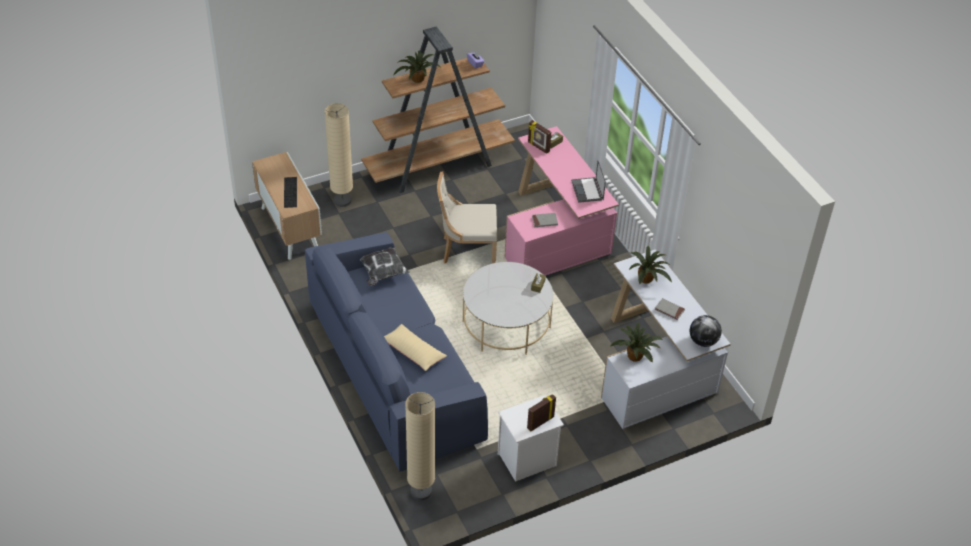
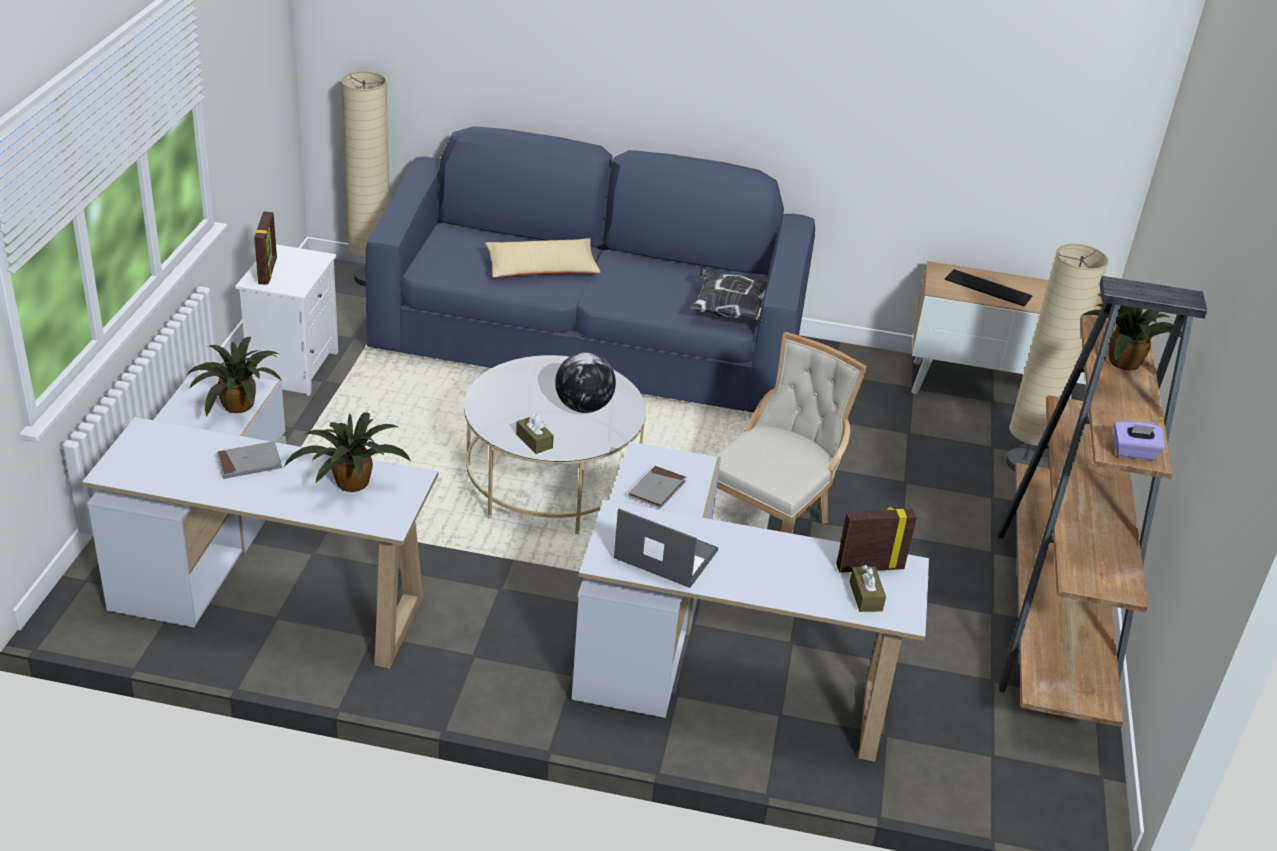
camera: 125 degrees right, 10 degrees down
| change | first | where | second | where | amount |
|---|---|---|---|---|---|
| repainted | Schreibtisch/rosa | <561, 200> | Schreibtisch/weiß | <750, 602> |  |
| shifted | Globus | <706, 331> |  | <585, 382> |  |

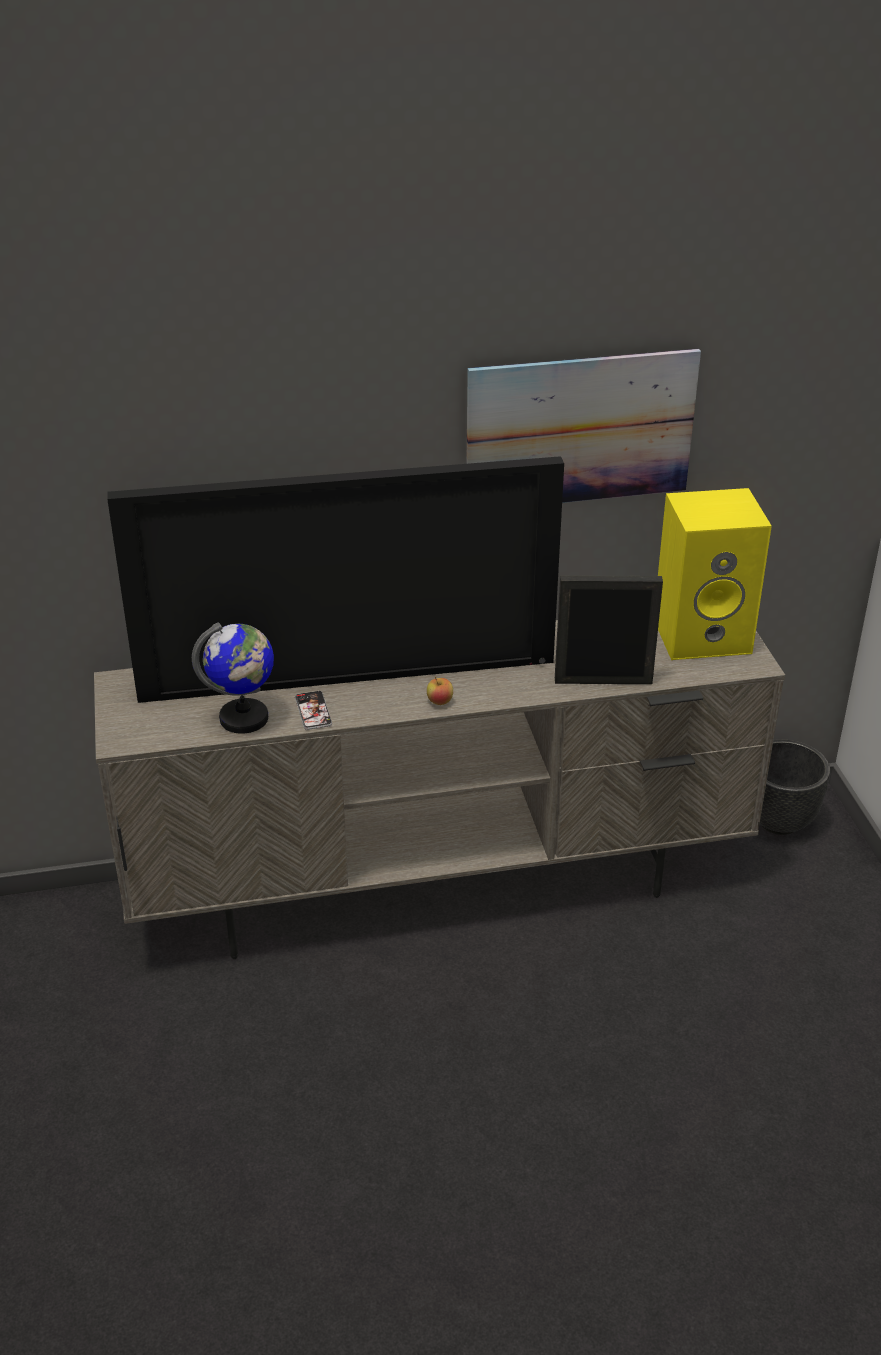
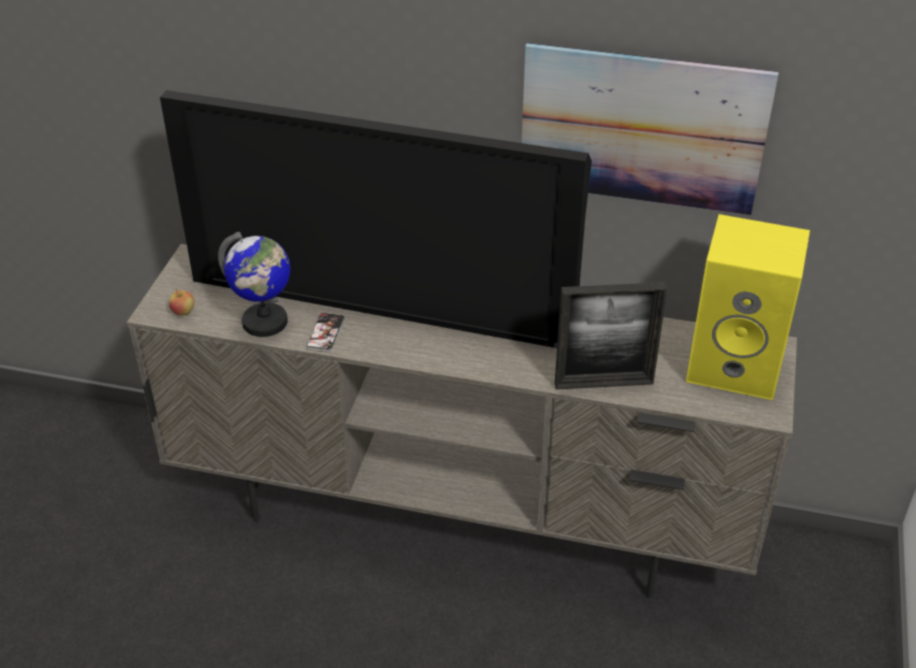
camera: 25 degrees right, 5 degrees up
| change | first | where | second | where | amount |
|---|---|---|---|---|---|
| rotated | Bilderrahmen | <609, 629> |  | <611, 336> | 150 degrees clockwise |
| shifted | Apfel | <440, 691> |  | <182, 302> |  |
| gone | Pflanzkübel/schwarz | <795, 787> |  |  |  |

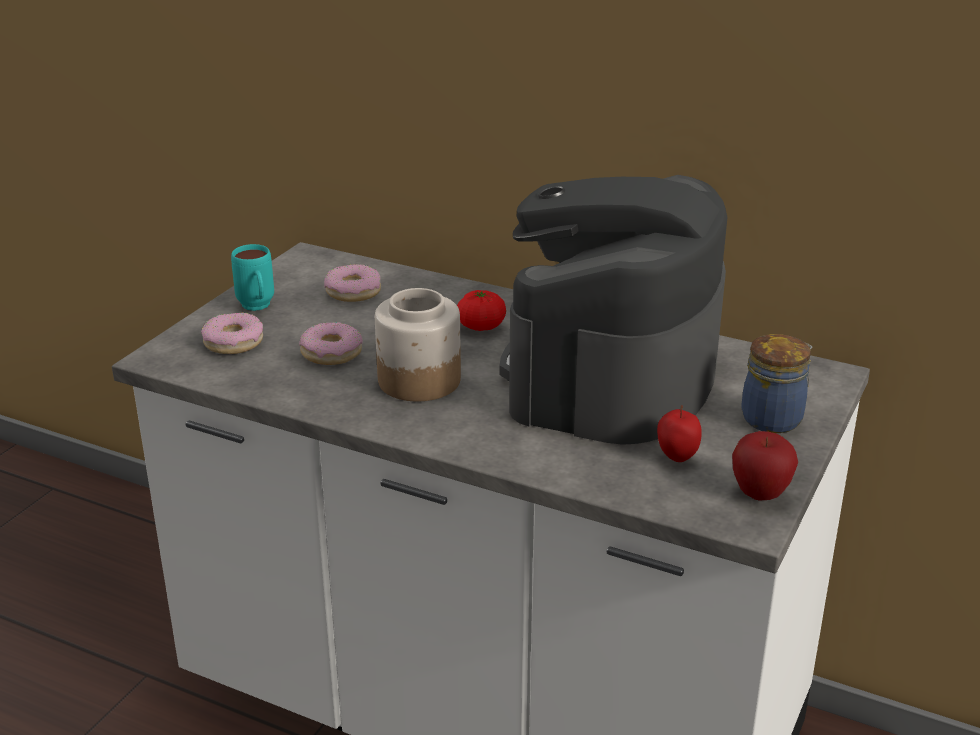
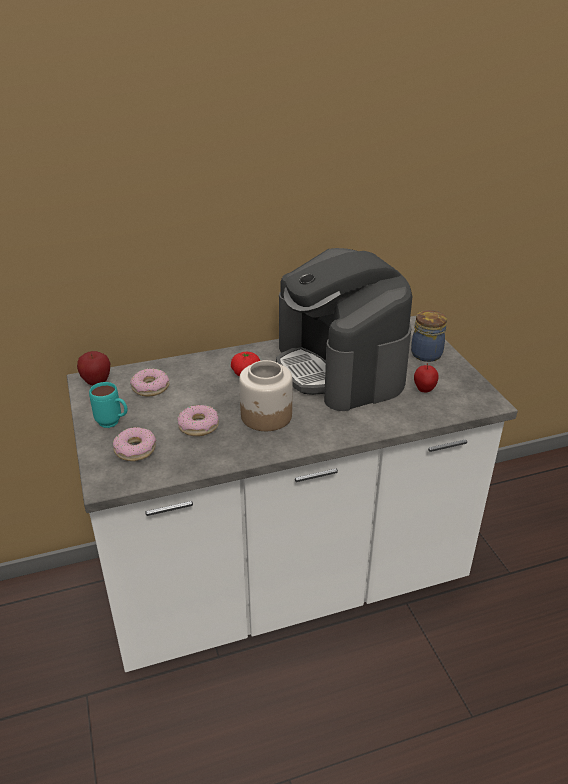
camera: 45 degrees left, 5 degrees up
| change | first | where | second | where | amount |
|---|---|---|---|---|---|
| shifted | Apfel | <765, 466> |  | <93, 368> |  |

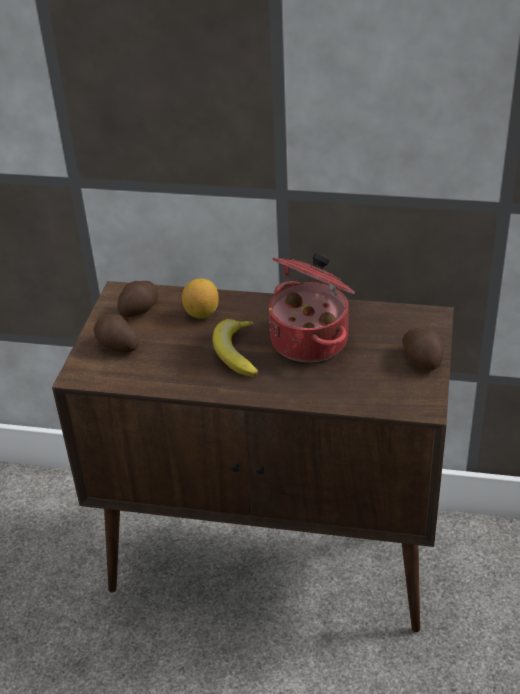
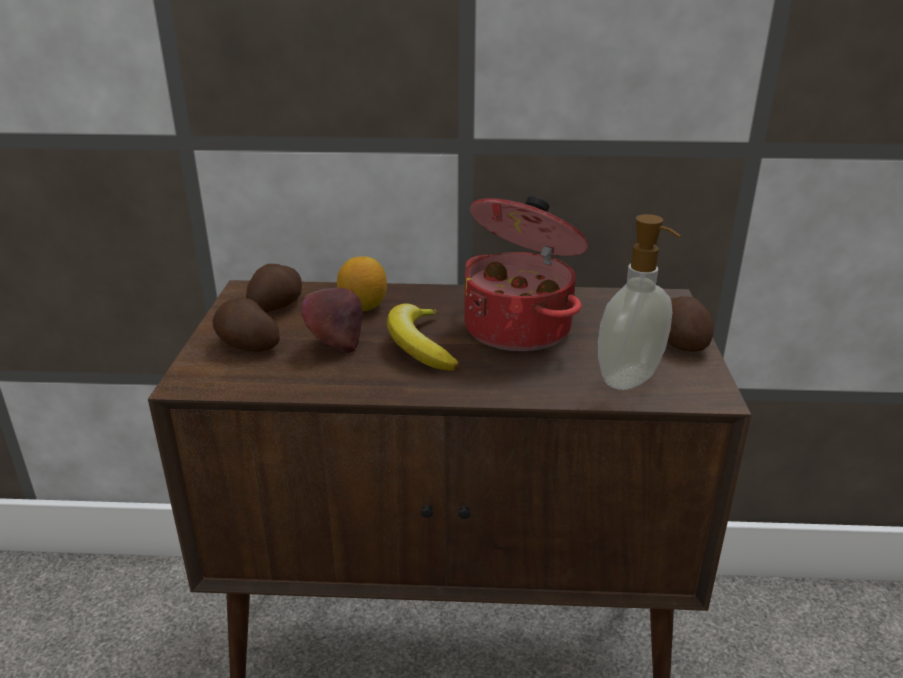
camera: 10 degrees left, 10 degrees down
| change | first | where | second | where | amount |
|---|---|---|---|---|---|
| new |  |  | Seifenspender | <639, 302> |  |
| new |  |  | Apfel | <332, 320> |  |

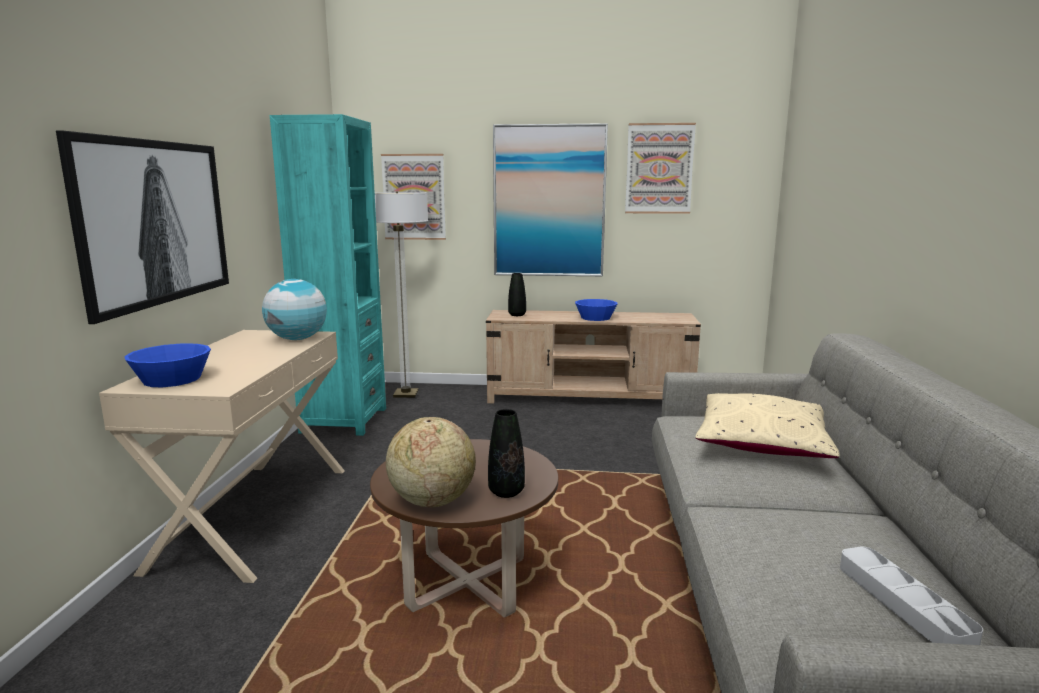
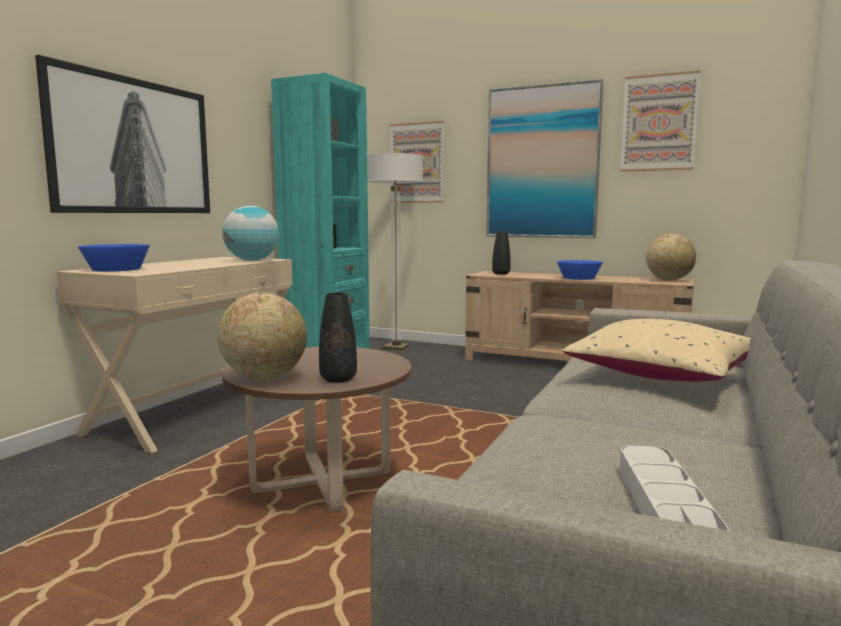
camera: 20 degrees right, 5 degrees down
| change | first | where | second | where | amount |
|---|---|---|---|---|---|
| new |  |  | Globus | <671, 257> |  |

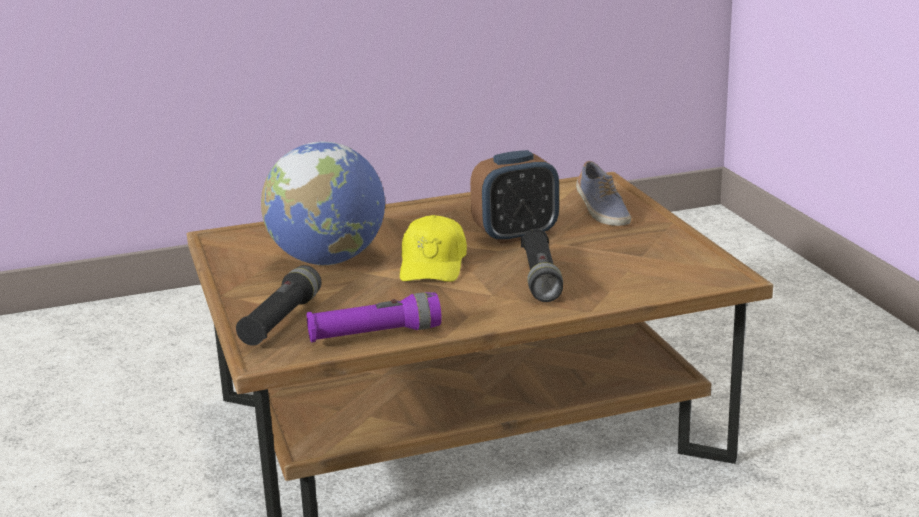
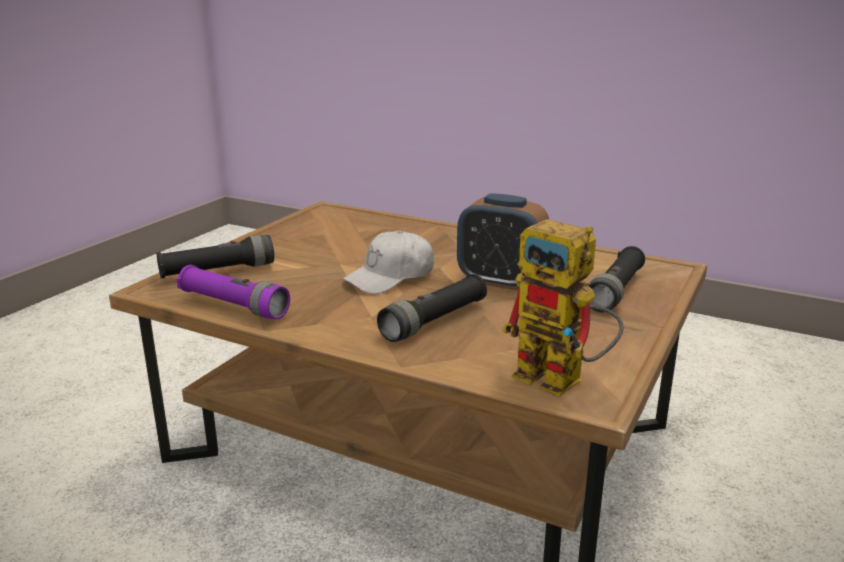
camera: 45 degrees right, 0 degrees up
| change | first | where | second | where | amount |
|---|---|---|---|---|---|
| gone | Globus | <323, 203> |  |  |  |
| swapped | Schuh | <603, 193> | Taschenlampe/schwarz | <616, 279> |  |
| repainted | Kappe/gelb | <433, 248> | Kappe/weiß | <388, 262> |  |
| new |  |  | Spielzeugroboter | <563, 308> |  |

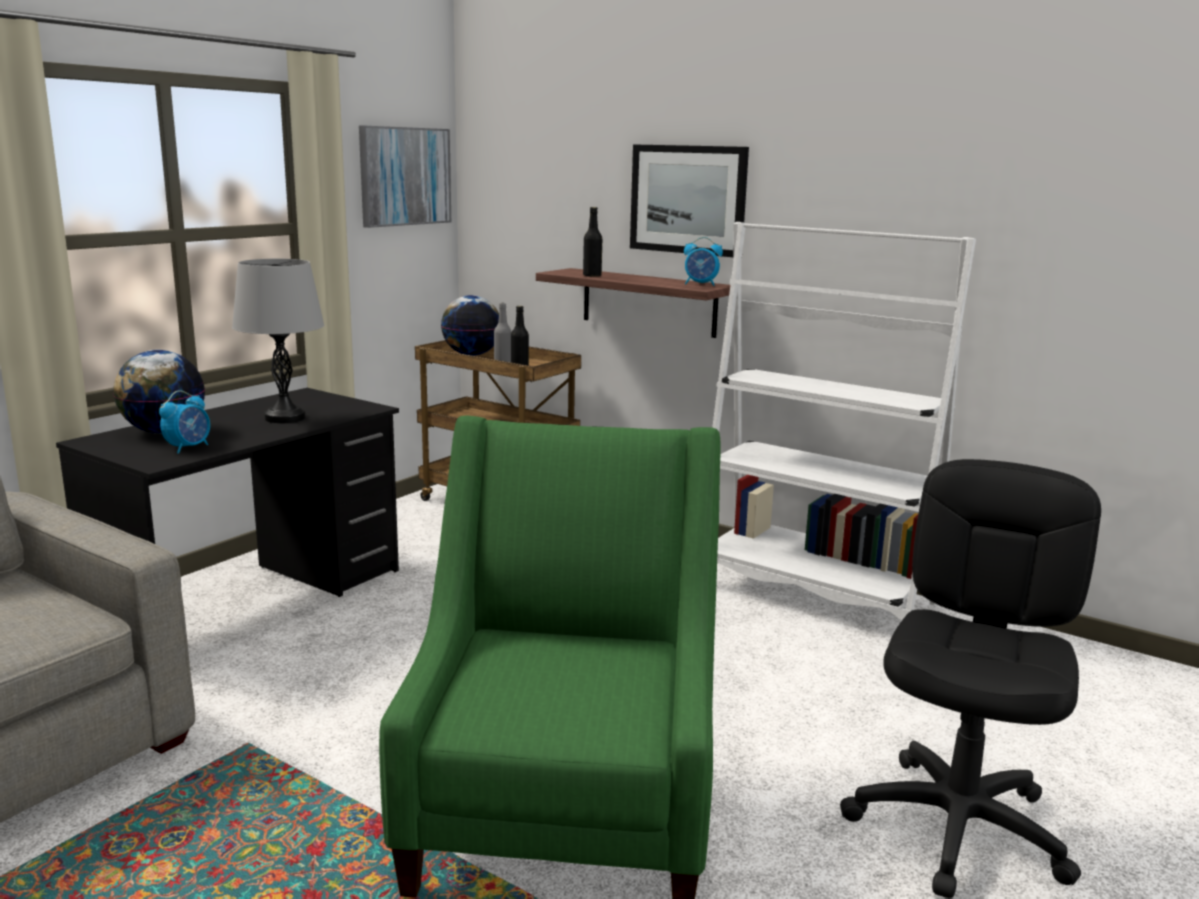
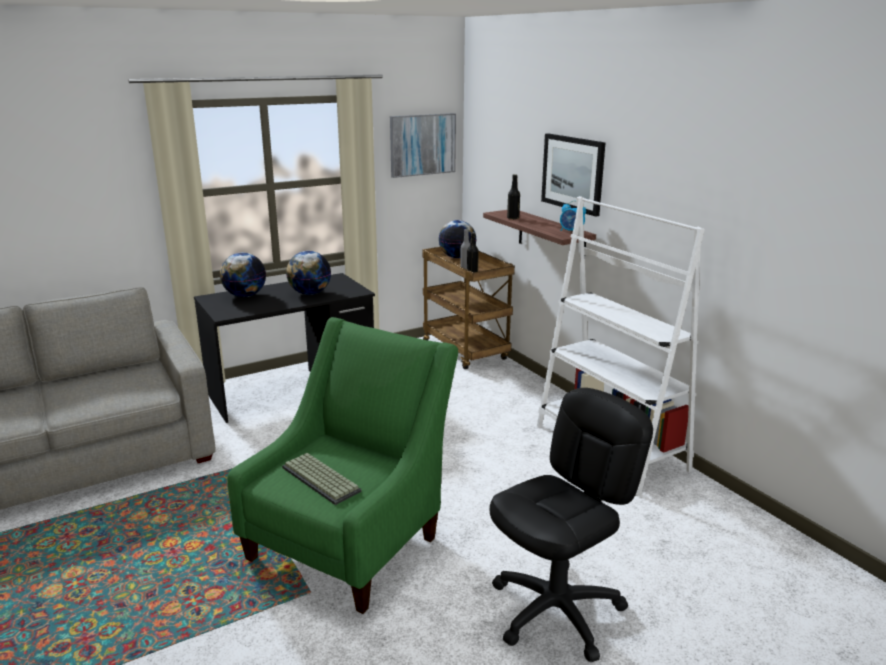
camera: 25 degrees right, 5 degrees up
| change | first | where | second | where | amount |
|---|---|---|---|---|---|
| swapped | Tischlampe/grau | <278, 341> | Globus | <308, 273> |  |
| gone | Wecker | <184, 422> |  |  |  |
| new |  |  | Tastatur | <322, 479> |  |

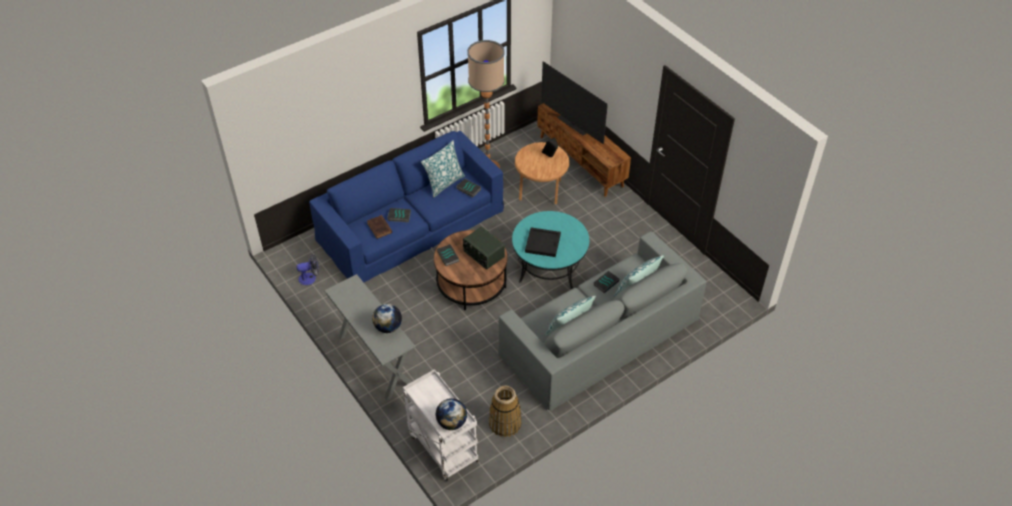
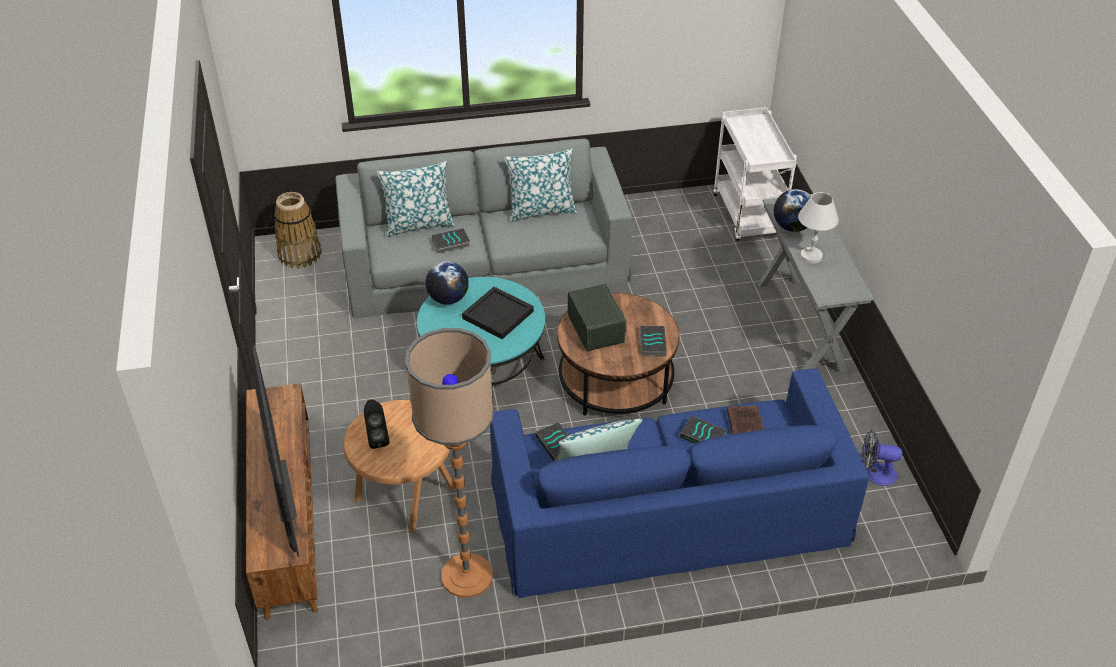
camera: 155 degrees left, 5 degrees down
| change | first | where | second | where | amount |
|---|---|---|---|---|---|
| shifted | Korb | <505, 411> |  | <297, 230> |  |
| shifted | Globus | <451, 414> |  | <447, 282> |  |
| new |  |  | Tischlampe/weiß | <818, 228> |  |

